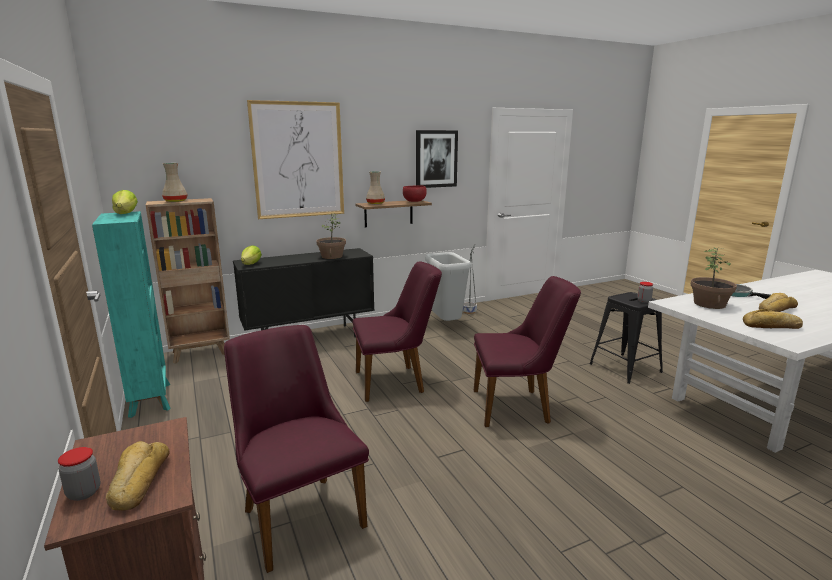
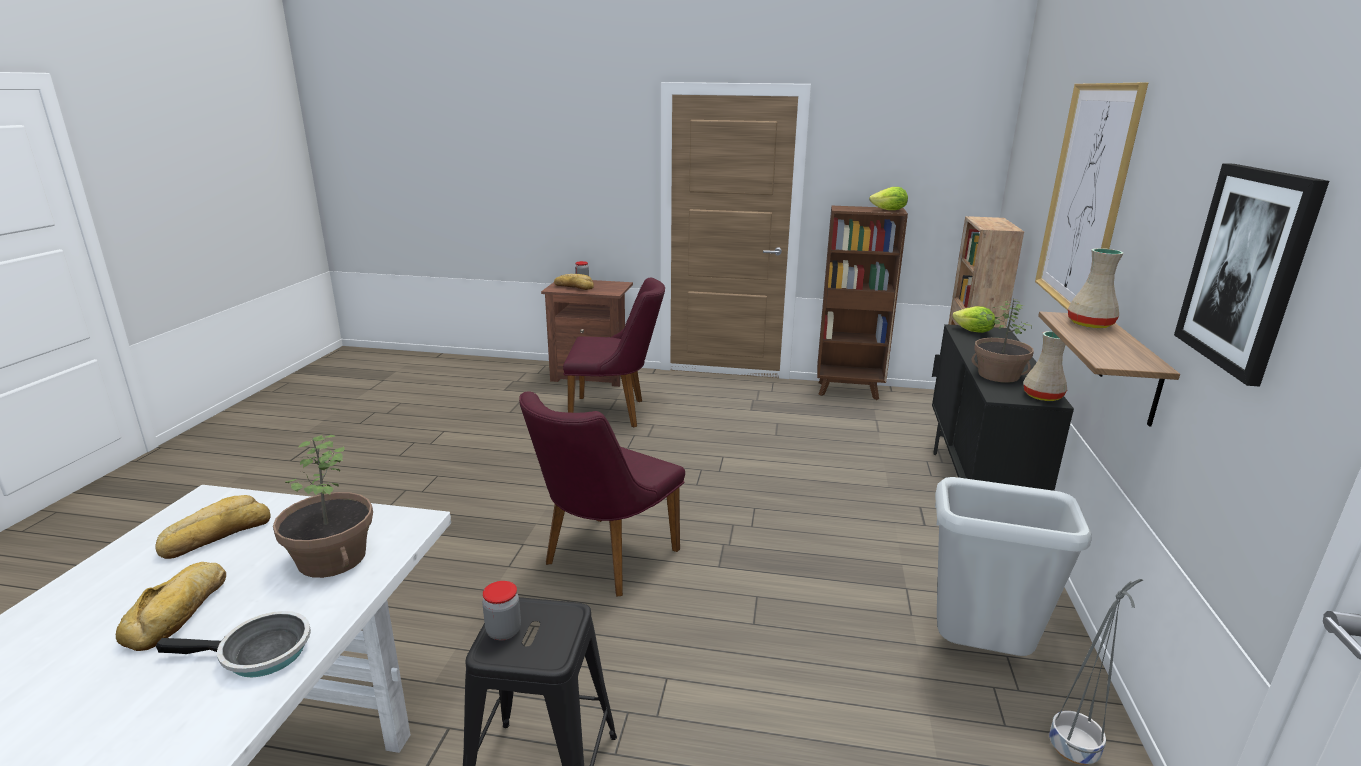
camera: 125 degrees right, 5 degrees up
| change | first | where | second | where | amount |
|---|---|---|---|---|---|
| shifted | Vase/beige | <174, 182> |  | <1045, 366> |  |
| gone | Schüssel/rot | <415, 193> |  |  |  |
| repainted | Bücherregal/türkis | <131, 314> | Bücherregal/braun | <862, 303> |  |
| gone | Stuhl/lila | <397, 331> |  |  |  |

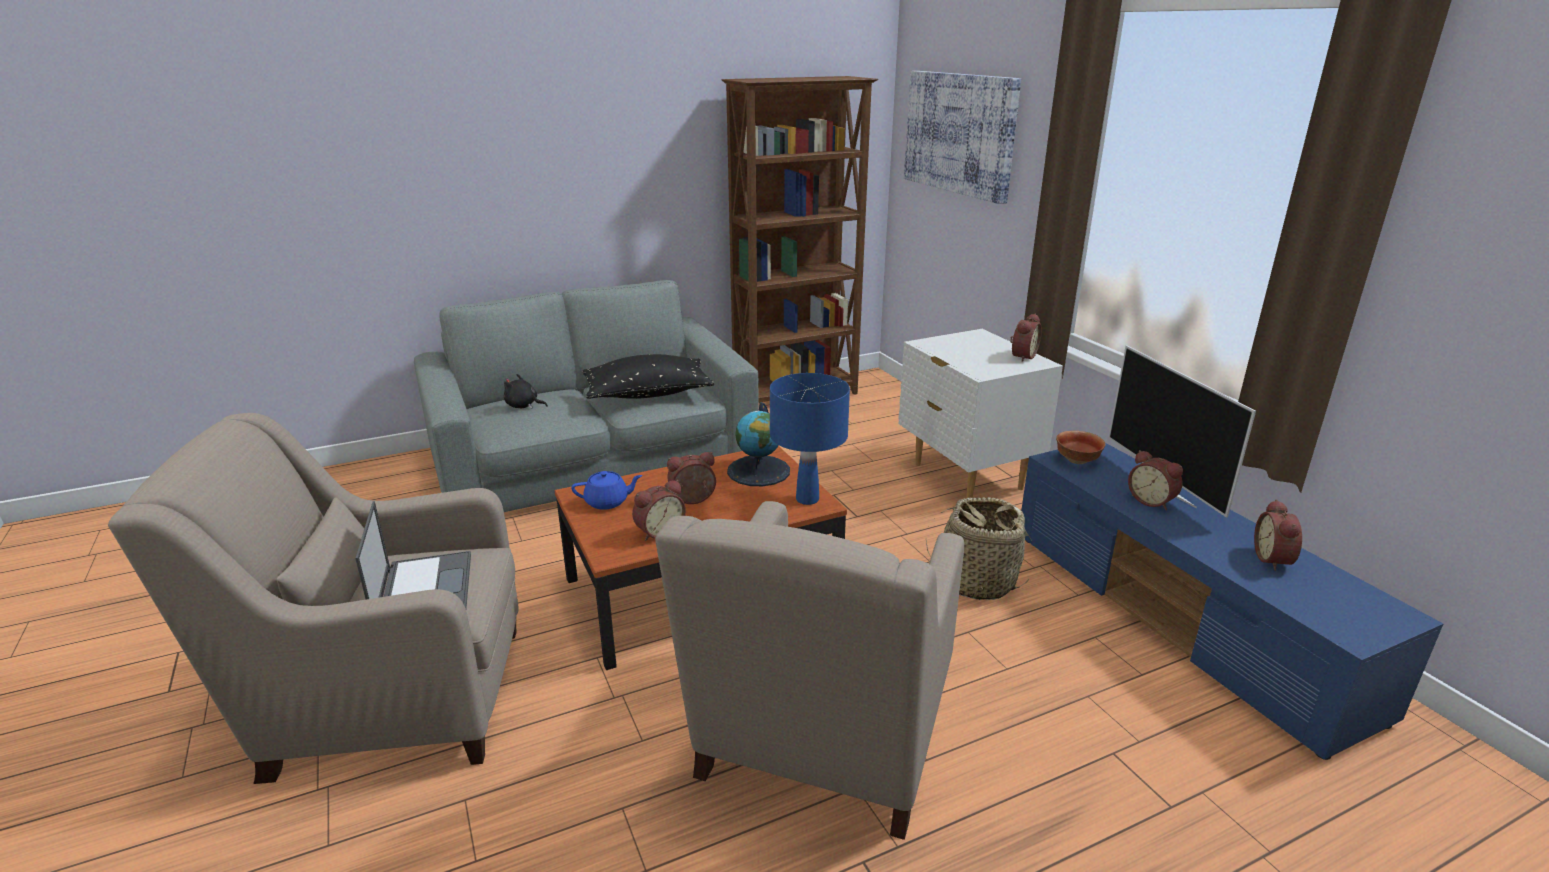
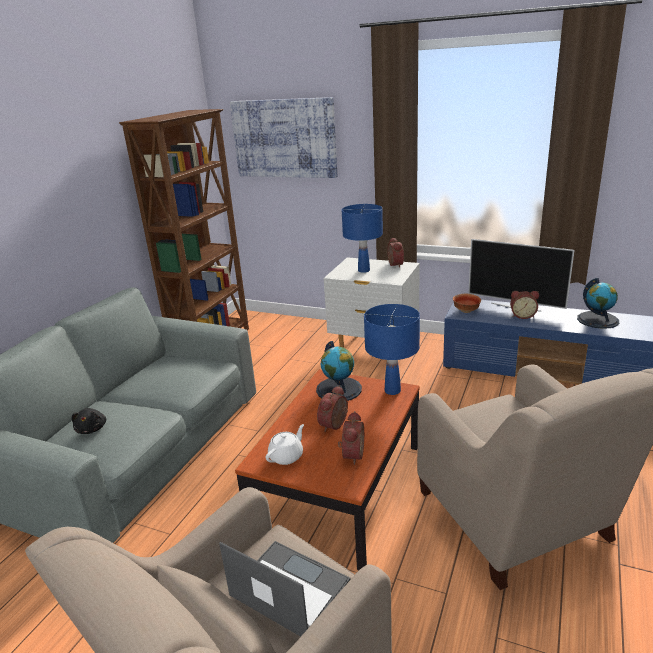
camera: 40 degrees left, 0 degrees up
| change | first | where | second | where | amount |
|---|---|---|---|---|---|
| gone | Kissen/schwarz | <648, 376> |  |  |  |
| rotated | Plüschtier/schwarz | <526, 391> |  | <88, 421> | 75 degrees counterclockwise |
| repainted | Teekanne/blau | <606, 490> | Teekanne/weiß | <285, 444> |  |
| gone | Korb | <979, 548> |  |  |  |
| swapped | Wecker | <1278, 535> | Globus | <598, 303> |  |
| new |  |  | Tischlampe/blau | <362, 238> |  |

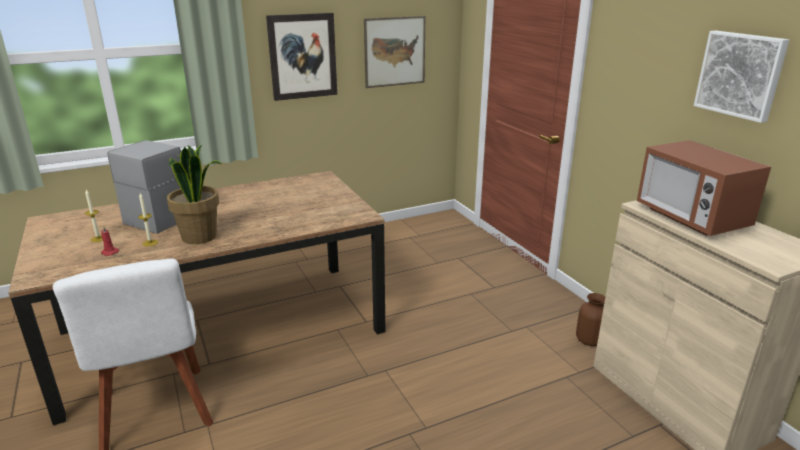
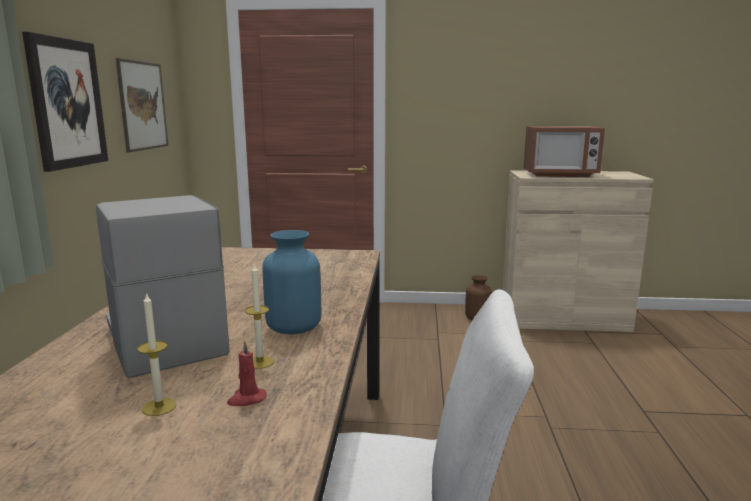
camera: 60 degrees left, 10 degrees down
| change | first | where | second | where | amount |
|---|---|---|---|---|---|
| gone | Bild | <741, 77> |  |  |  |
| swapped | Topfpflanze | <194, 194> | Vase/blau | <291, 282> |  |

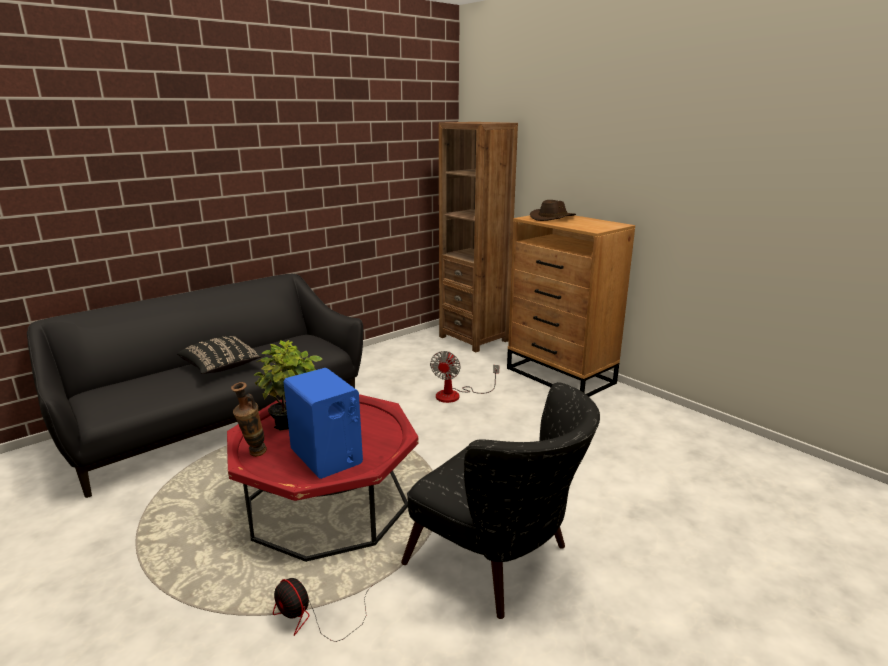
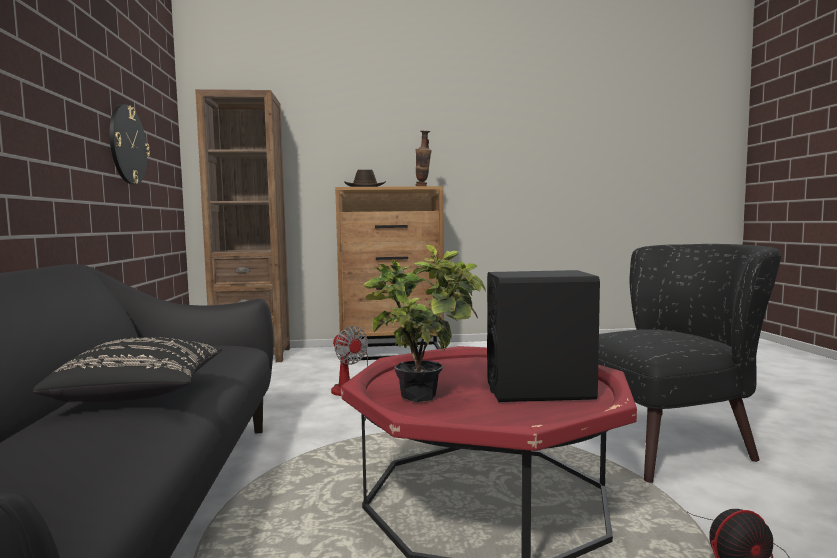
camera: 55 degrees left, 15 degrees down
| change | first | where | second | where | amount |
|---|---|---|---|---|---|
| repainted | Lautsprecher/blau | <323, 423> | Lautsprecher/schwarz | <543, 336> |  |
| shifted | Vase | <249, 419> |  | <424, 158> |  |
| new |  |  | Wanduhr | <129, 144> |  |

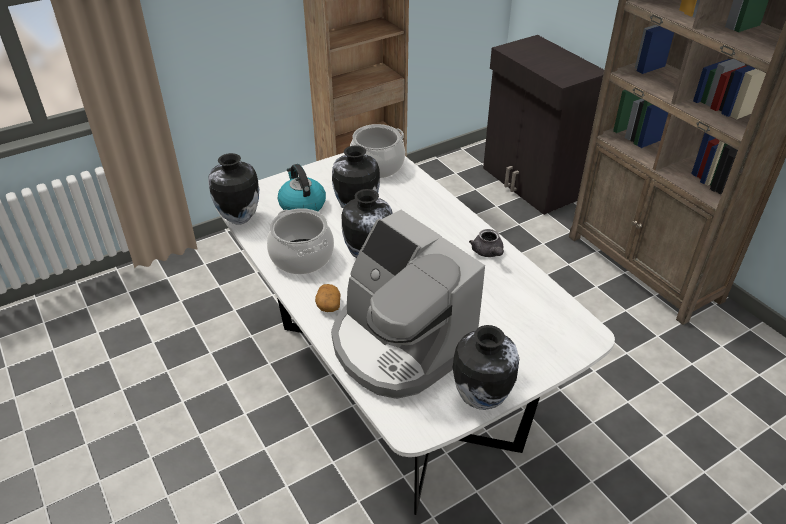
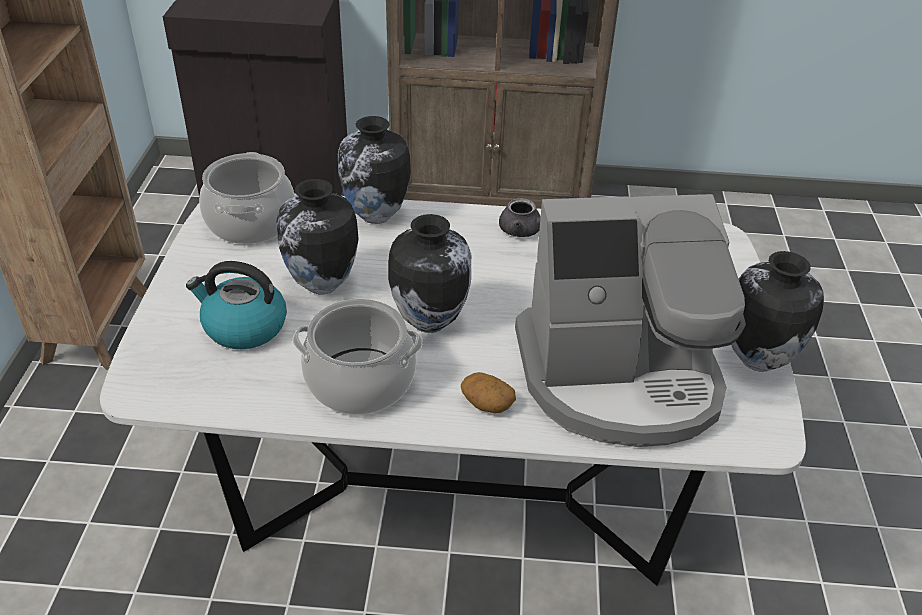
camera: 55 degrees left, 0 degrees up
| change | first | where | second | where | amount |
|---|---|---|---|---|---|
| shifted | Vase | <233, 189> |  | <374, 170> |  |

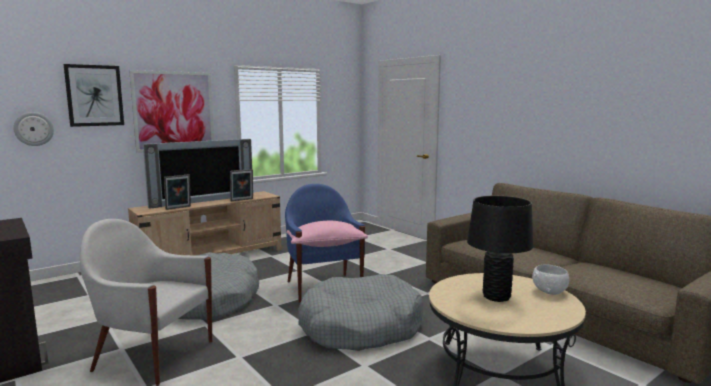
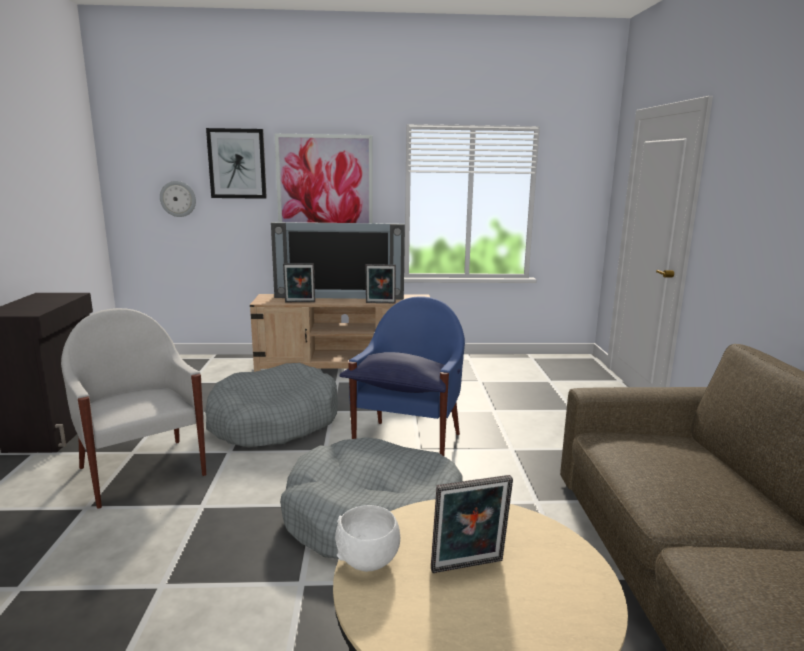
camera: 35 degrees right, 5 degrees up
| change | first | where | second | where | amount |
|---|---|---|---|---|---|
| swapped | Tischlampe/schwarz | <500, 249> | Bilderrahmen | <472, 524> |  |
| repainted | Kissen/rosa | <327, 234> | Kissen/blau | <400, 372> |  |
| shifted | Schüssel/weiß | <550, 279> |  | <367, 538> |  |

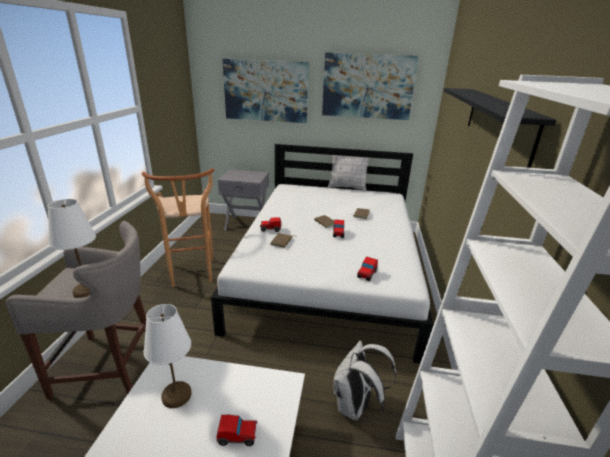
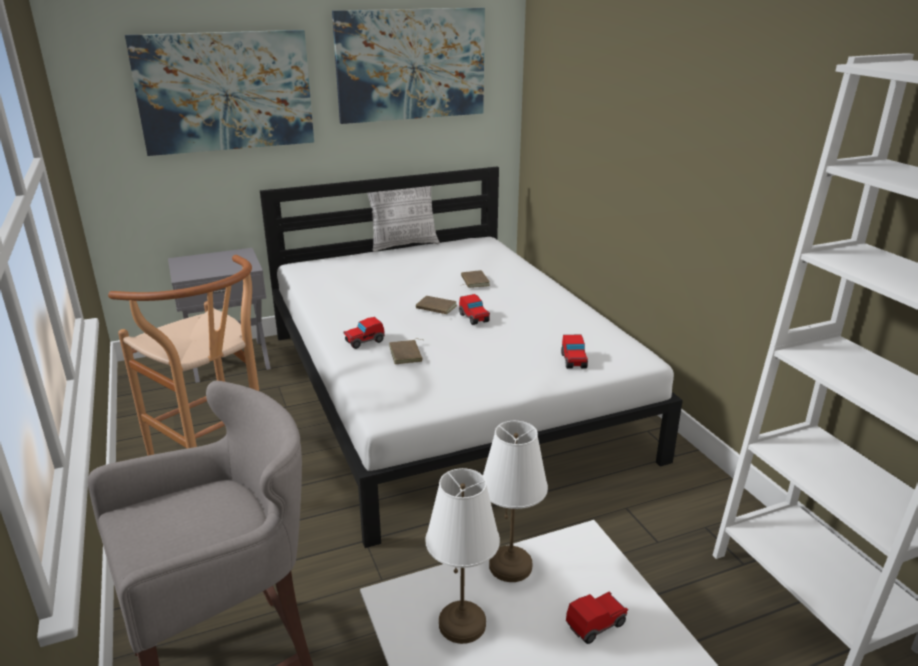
camera: 30 degrees left, 0 degrees up
| change | first | where | second | where | amount |
|---|---|---|---|---|---|
| gone | Wandregal/schwarz | <500, 128> |  |  |  |
| shifted | Tischlampe/weiß | <71, 248> |  | <515, 501> |  |
| gone | Rucksack/weiß | <365, 381> |  |  |  |

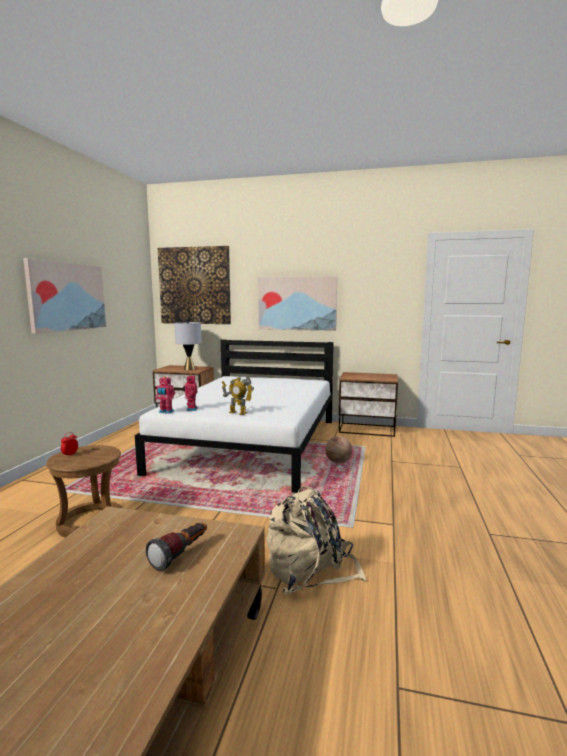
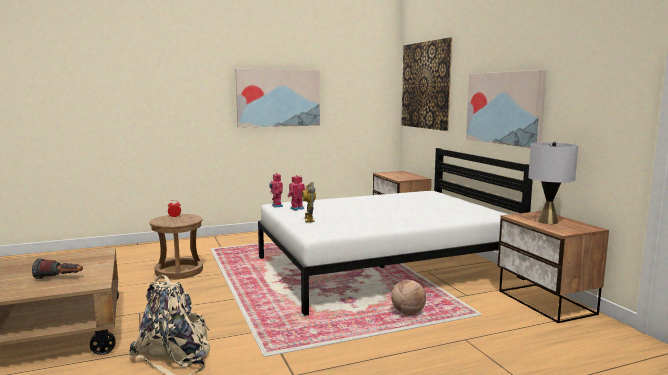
camera: 55 degrees right, 0 degrees up
| change | first | where | second | where | amount |
|---|---|---|---|---|---|
| shifted | Tischlampe/grau | <188, 345> |  | <553, 183> |  |

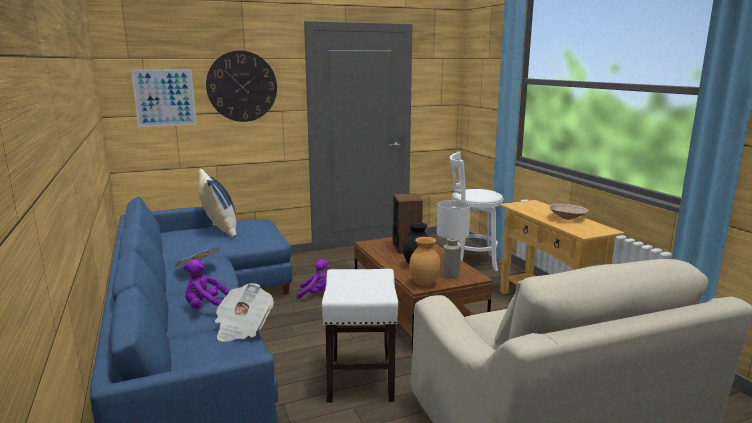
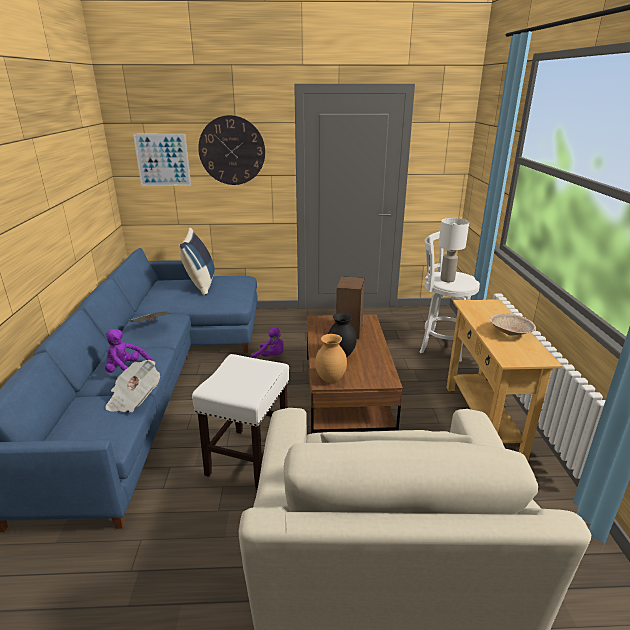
camera: 20 degrees right, 10 degrees up
| change | first | where | second | where | amount |
|---|---|---|---|---|---|
| shifted | Tischlampe/weiß | <454, 239> |  | <453, 250> |  |

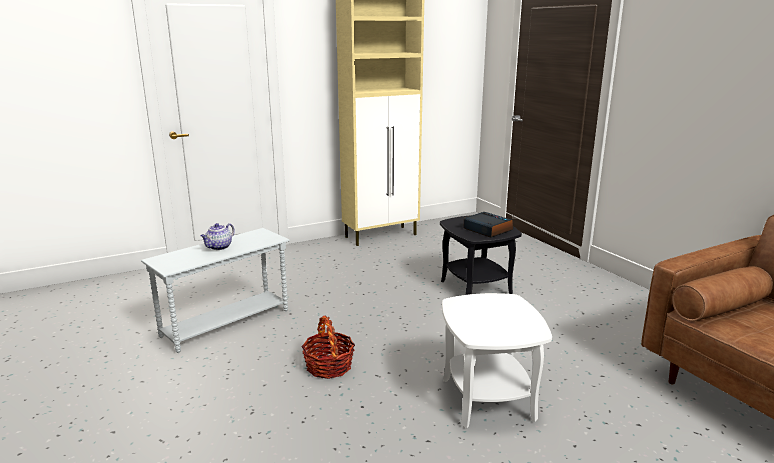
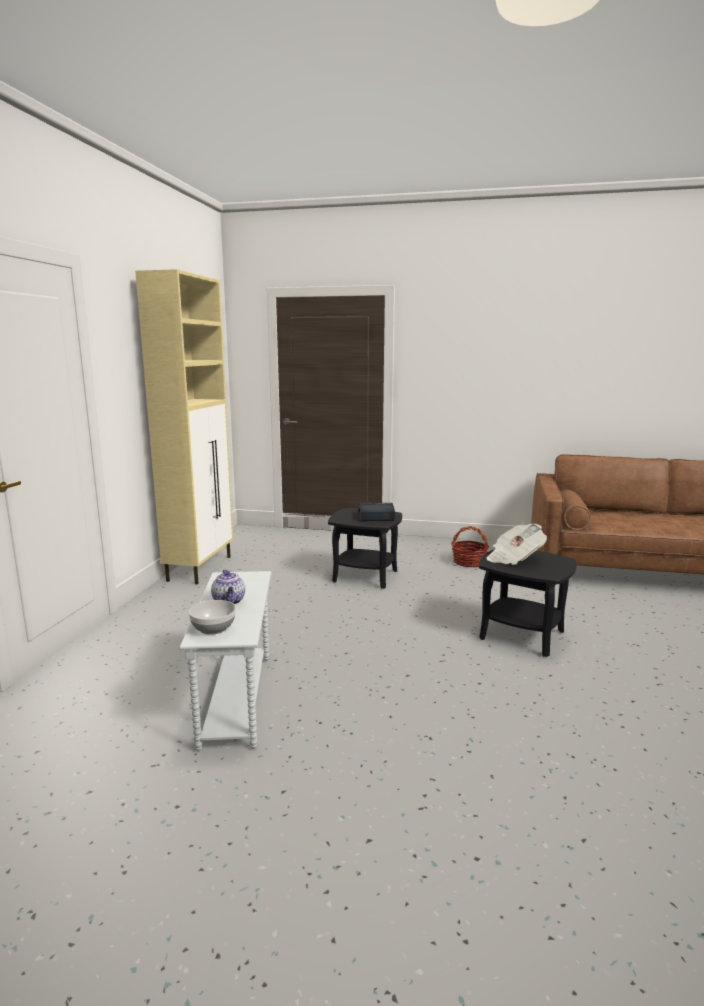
camera: 50 degrees left, 5 degrees down
| change | first | where | second | where | amount |
|---|---|---|---|---|---|
| repainted | Beistelltisch/weiß | <497, 360> | Beistelltisch/schwarz | <528, 603> |  |
| shifted | Korb | <328, 347> |  | <470, 546> |  |
| new |  |  | Zeitung | <516, 544> |  |
| new |  |  | Schüssel | <212, 617> |  |

